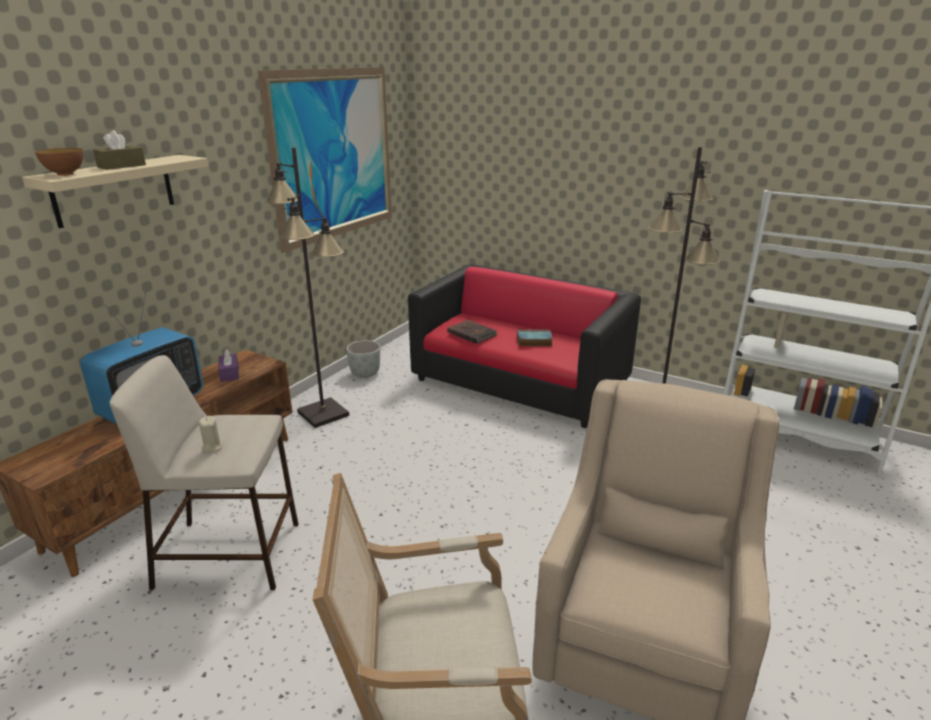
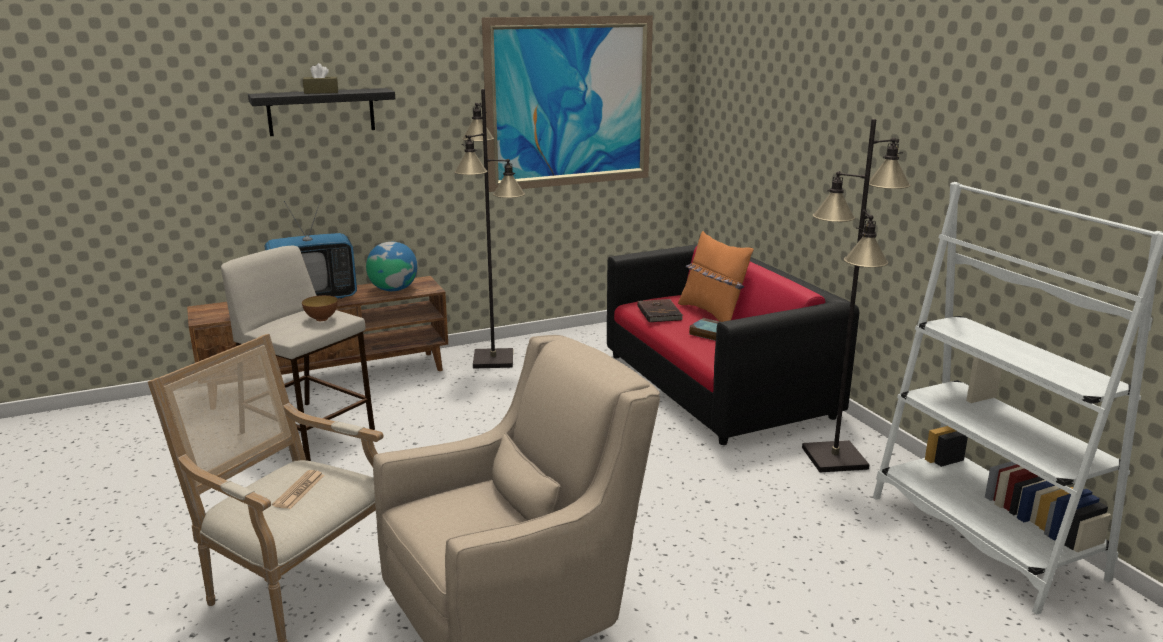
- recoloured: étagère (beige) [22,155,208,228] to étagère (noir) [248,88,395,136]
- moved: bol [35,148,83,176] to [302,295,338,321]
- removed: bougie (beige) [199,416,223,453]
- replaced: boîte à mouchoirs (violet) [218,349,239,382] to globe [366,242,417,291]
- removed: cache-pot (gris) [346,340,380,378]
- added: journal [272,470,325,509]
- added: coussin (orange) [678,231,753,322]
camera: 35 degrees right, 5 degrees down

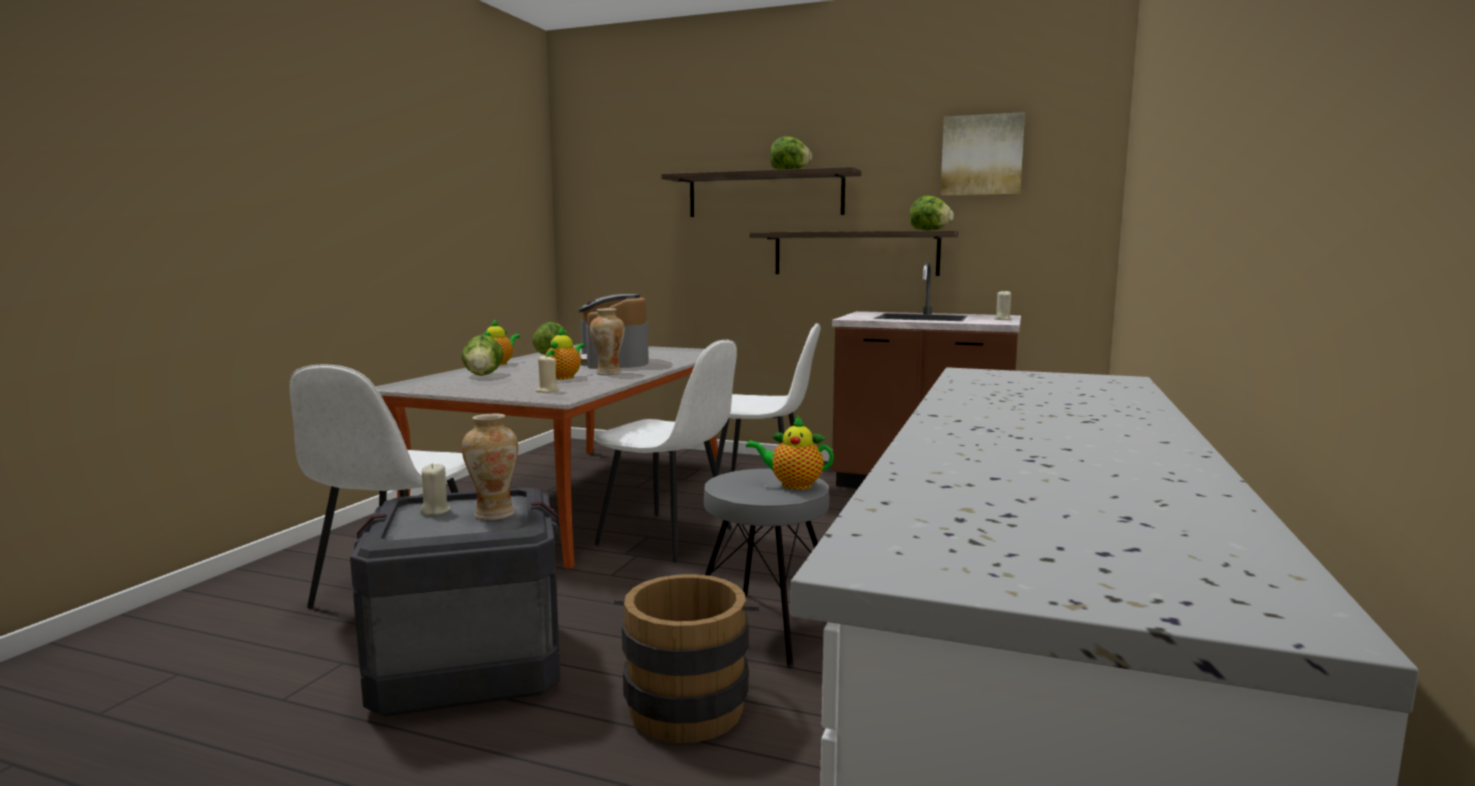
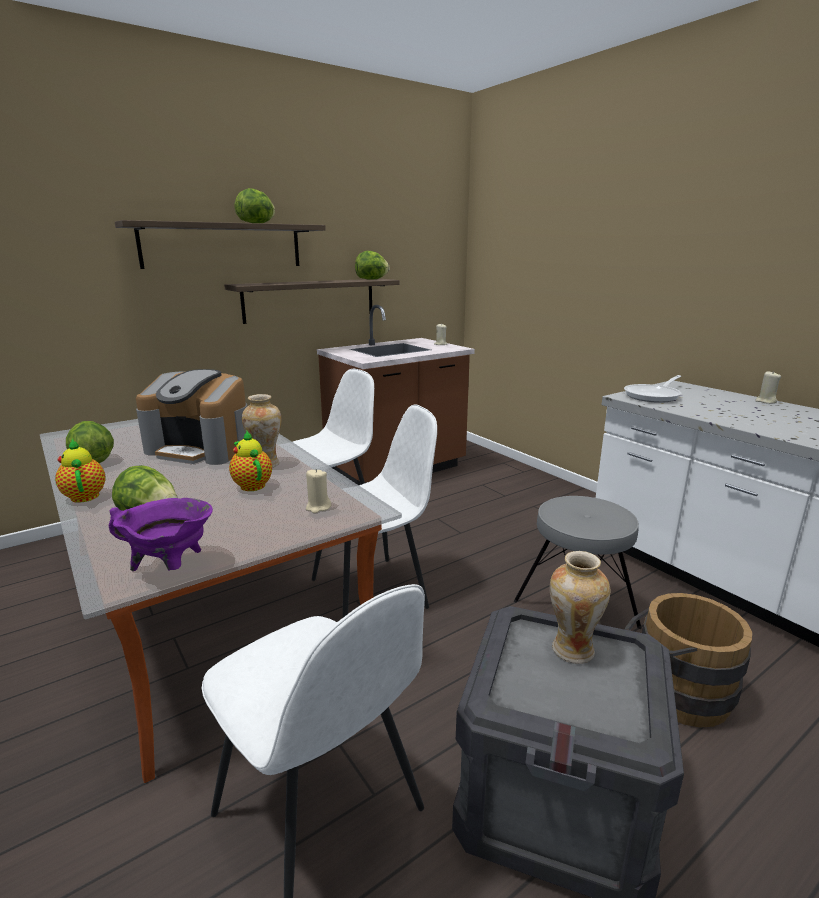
- moved: bougie (beige) [420,463,451,515] to [755,371,781,404]
- removed: théière [746,415,834,490]
- removed: tableau [940,112,1025,196]
- added: marmite (violet) [109,498,213,571]
- added: poêle [624,375,681,403]
camera: 55 degrees left, 10 degrees up

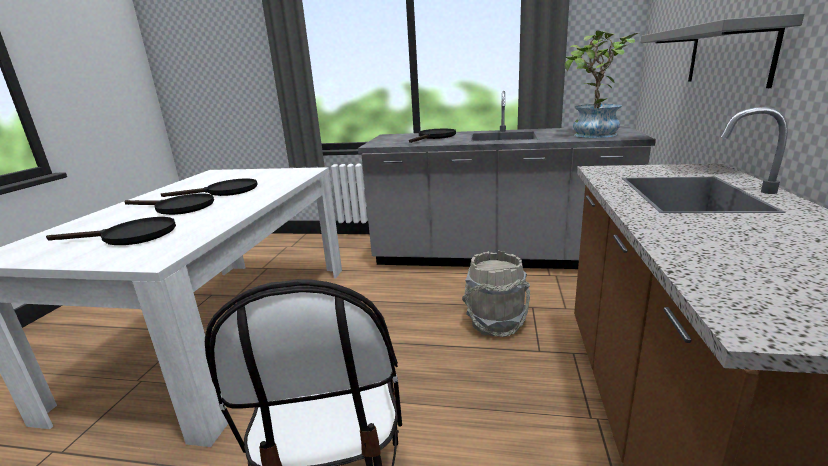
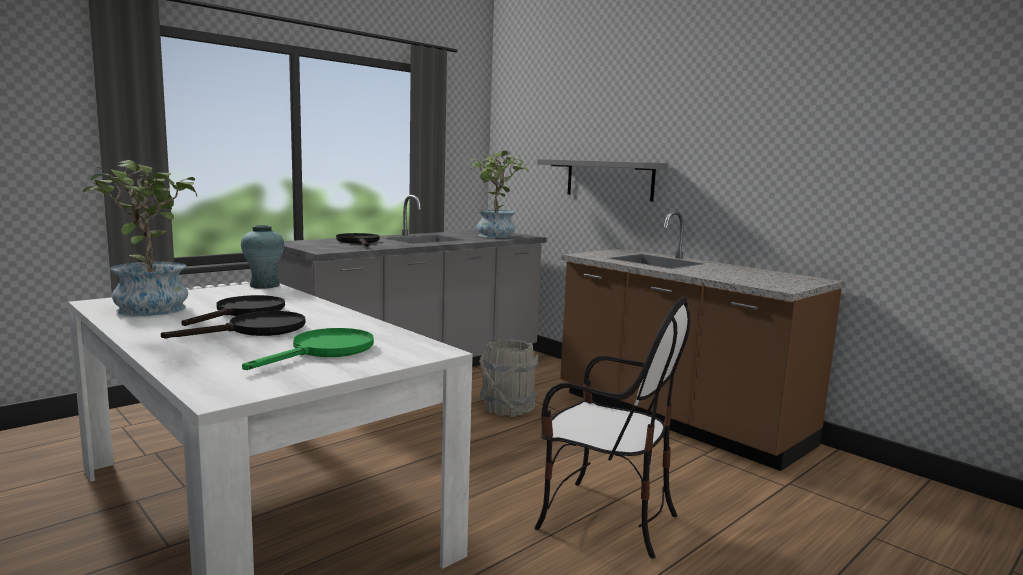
- recoloured: poêle (noir) [46,217,176,245] to poêle (vert) [242,328,374,370]
- added: plante en pot [82,160,197,316]
- added: vase (turquoise) [241,225,284,288]
camera: 55 degrees left, 10 degrees down

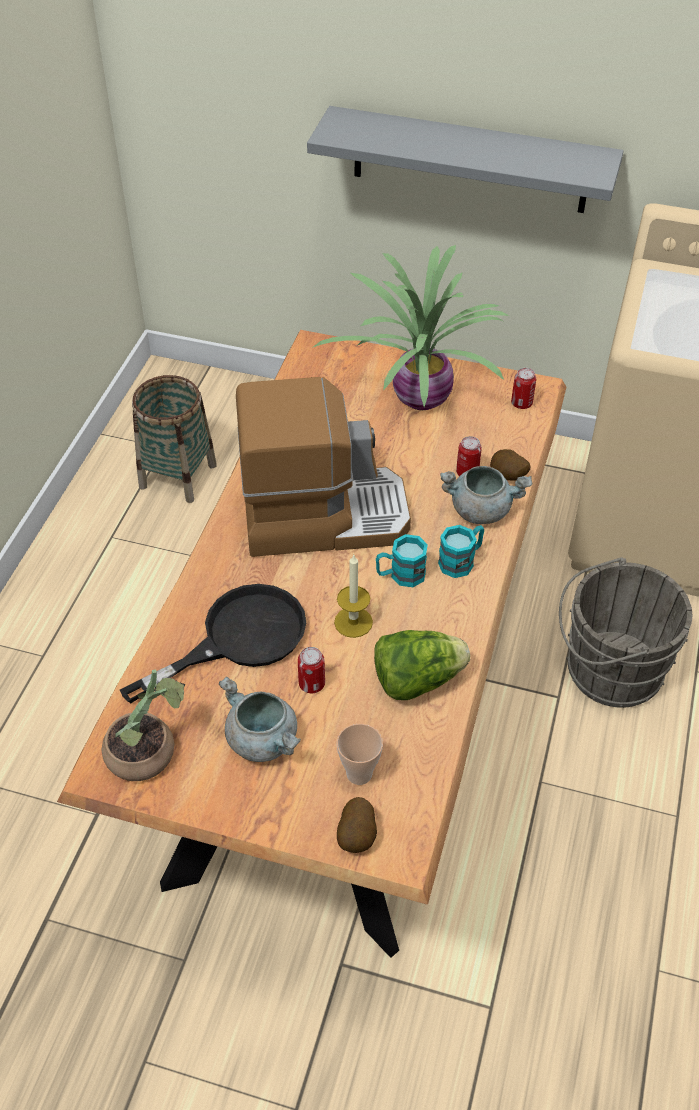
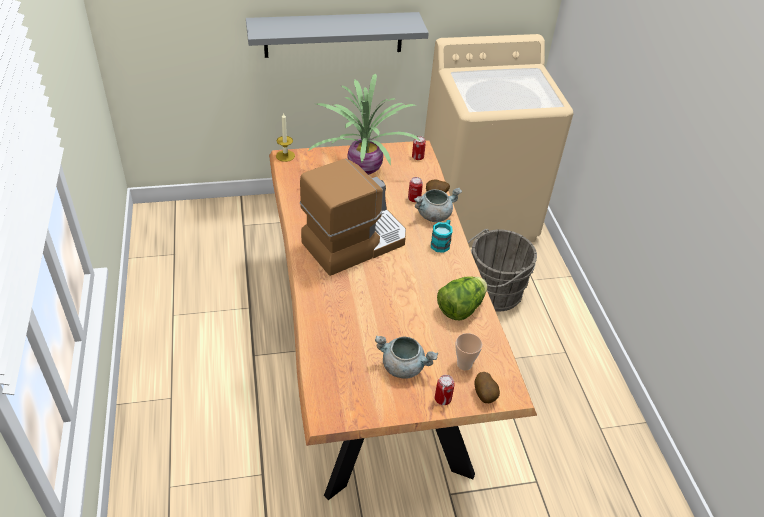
- removed: plante en pot [102,669,185,781]
- removed: poêle (noir) [120,584,306,703]
- removed: panier [132,375,217,503]
- moved: boîte métallique [298,647,325,693] to [435,375,455,405]
- moved: bougie [334,555,373,638] to [276,112,295,162]
- removed: mug (turquoise) [376,534,428,587]
camera: 30 degrees left, 5 degrees down

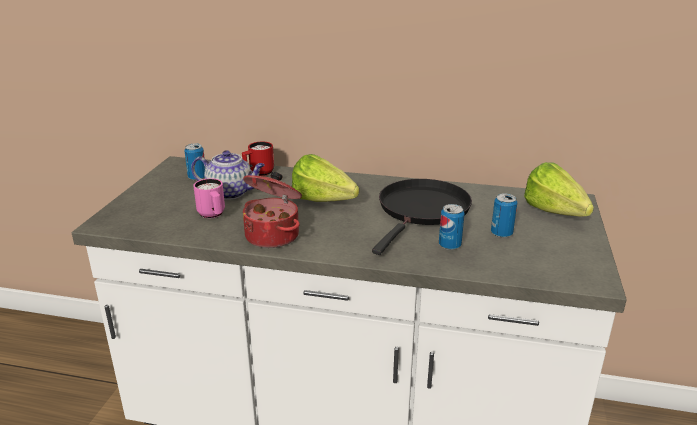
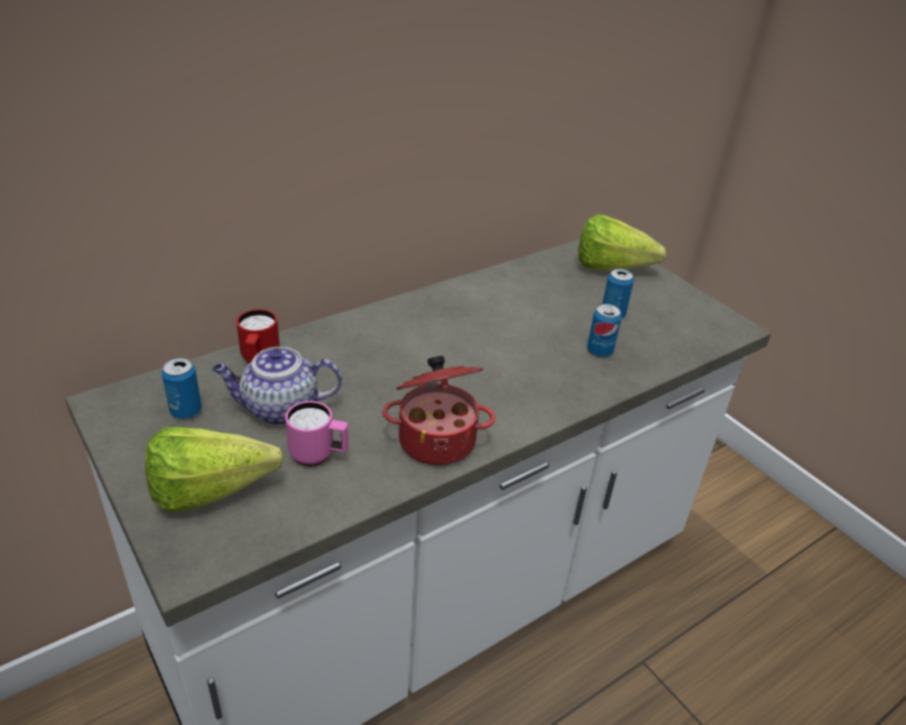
- turned: théière [191,150,265,200] = [212,347,342,425] 150 degrees counterclockwise
- moved: laitue [292,154,359,202] to [145,427,283,511]
- removed: poêle (noir) [372,179,472,255]
camera: 50 degrees left, 10 degrees up

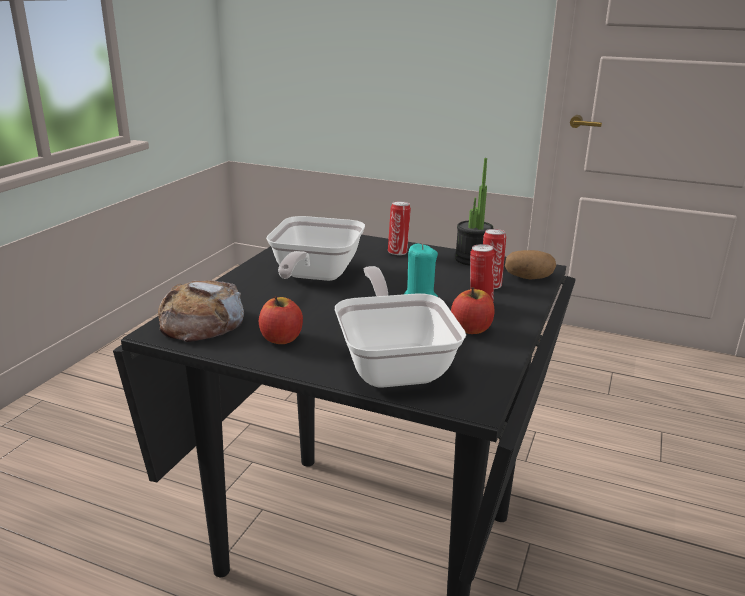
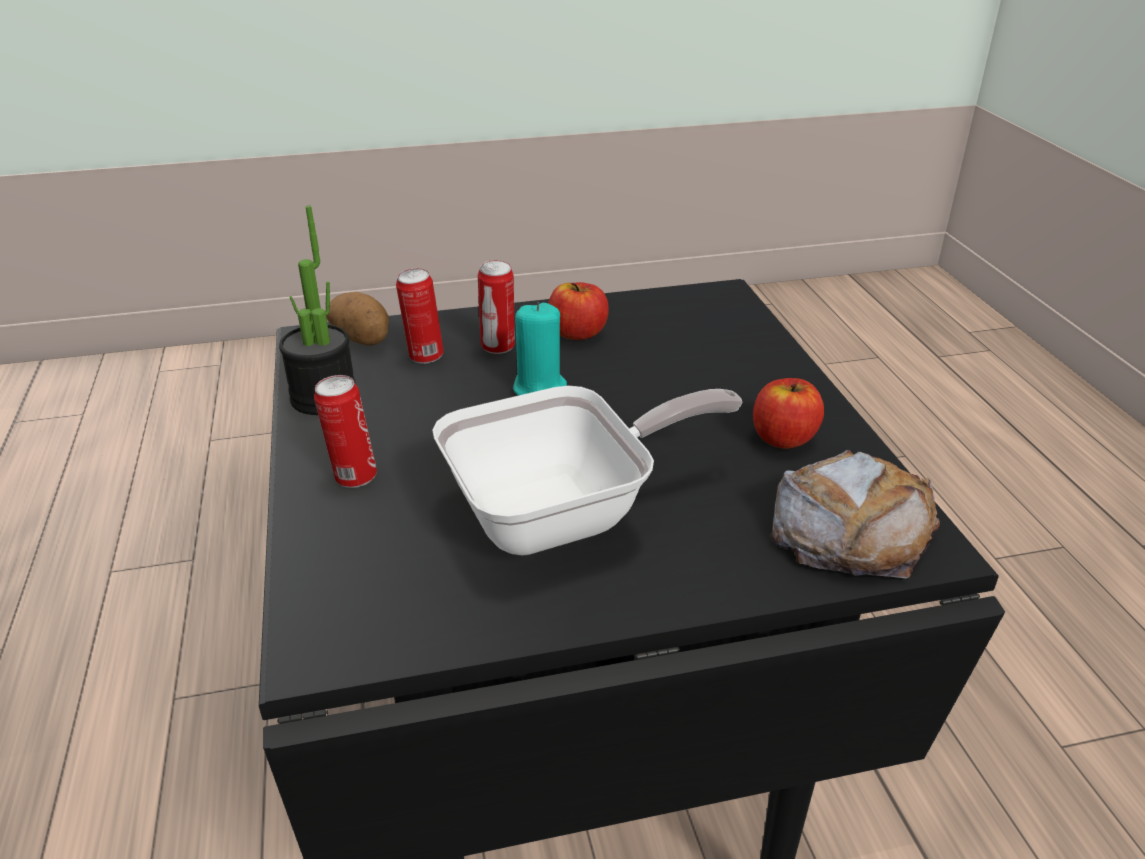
- removed: poêle [335,266,466,388]
camera: 125 degrees left, 10 degrees up

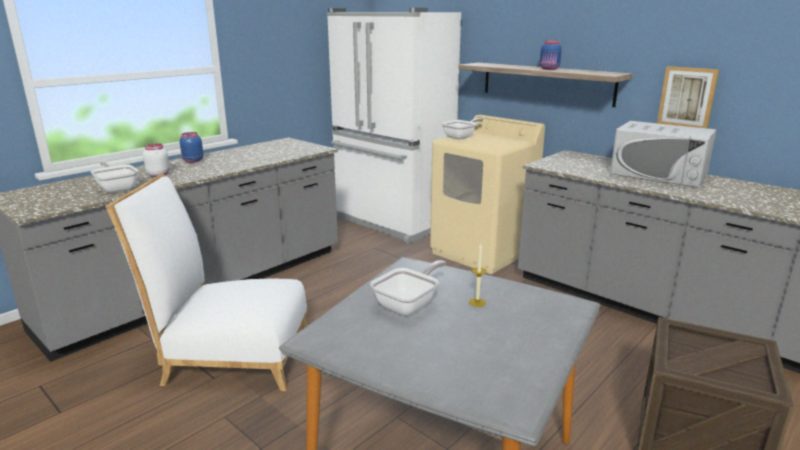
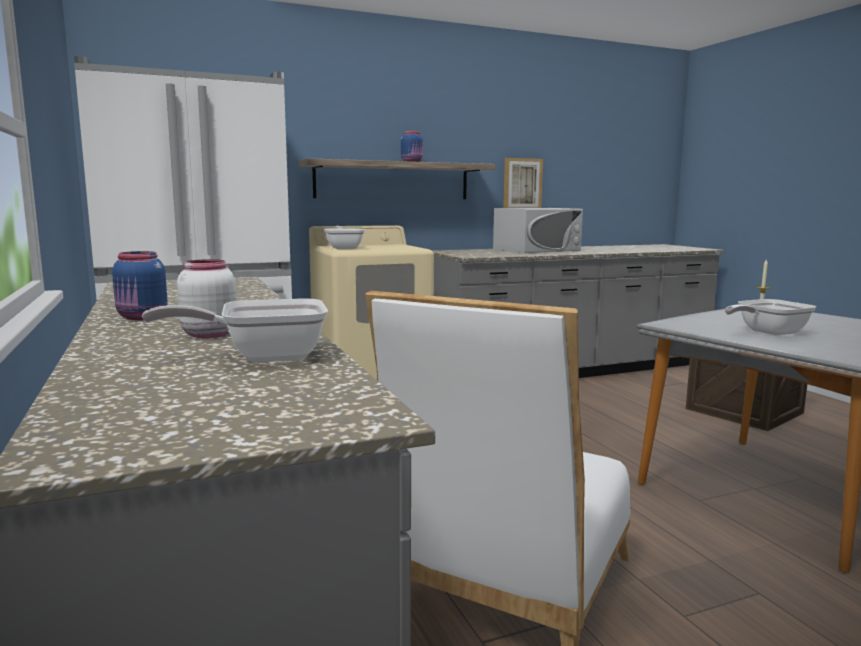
- turned: poêle [370,260,446,316] = [725,299,816,335] 90 degrees counterclockwise
camera: 65 degrees left, 10 degrees down

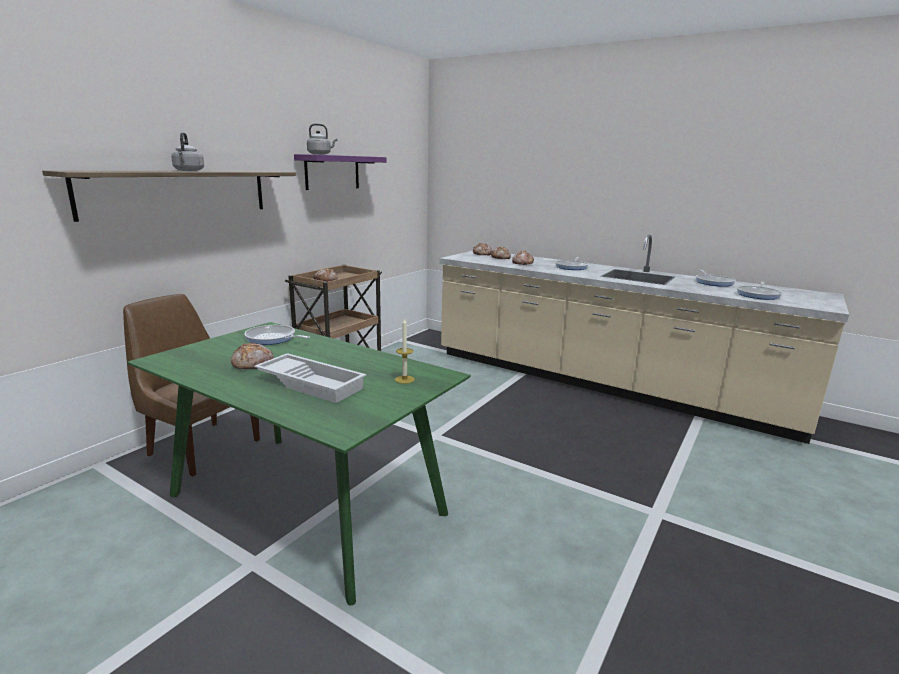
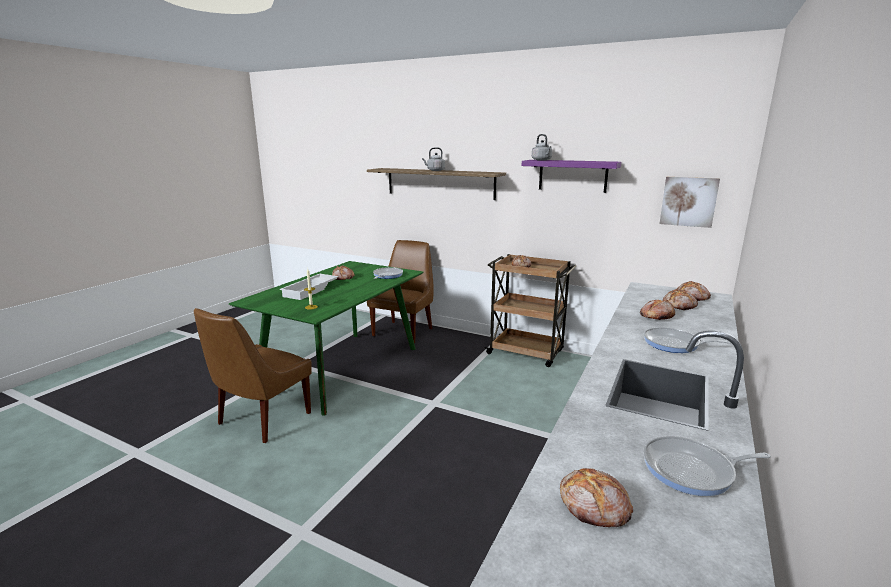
- replaced: poêle [737,282,782,300] to pain [560,468,633,527]
- added: chaise (marron) [194,308,312,443]
- added: tableau [660,177,720,228]
camera: 85 degrees right, 0 degrees up

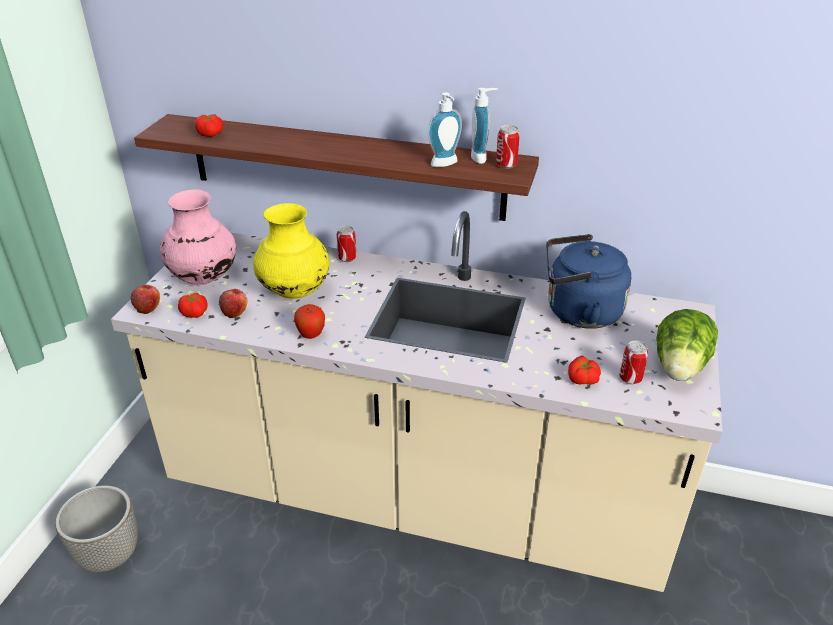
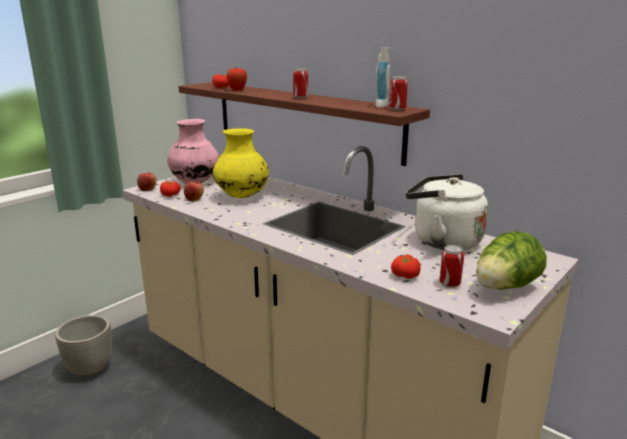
- moved: pomme [294,304,325,339] to [227,68,247,91]
- moved: boîte métallique [337,226,356,262] to [293,68,308,99]
- removed: distributeur de savon [428,92,462,167]
- recoloured: bouilloire (bleu) [546,234,632,329] to bouilloire (blanc) [406,174,488,250]
camera: 25 degrees right, 15 degrees down

